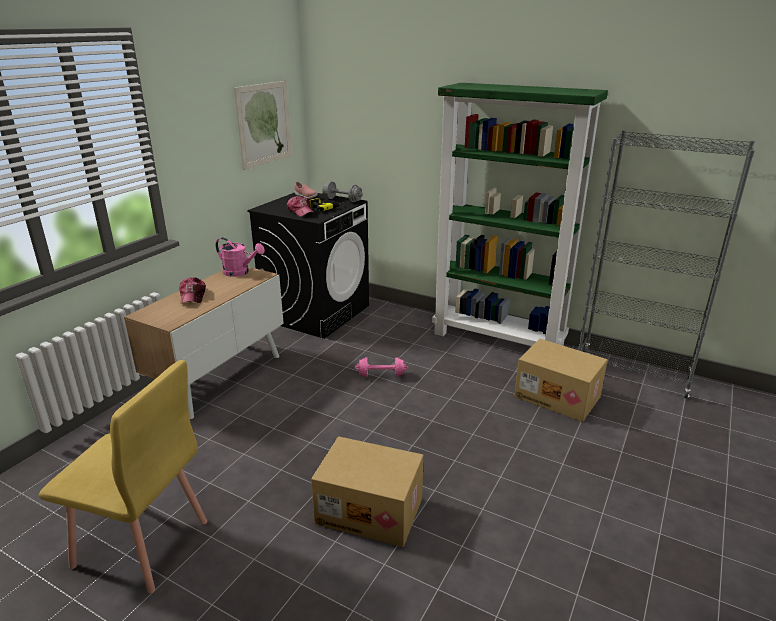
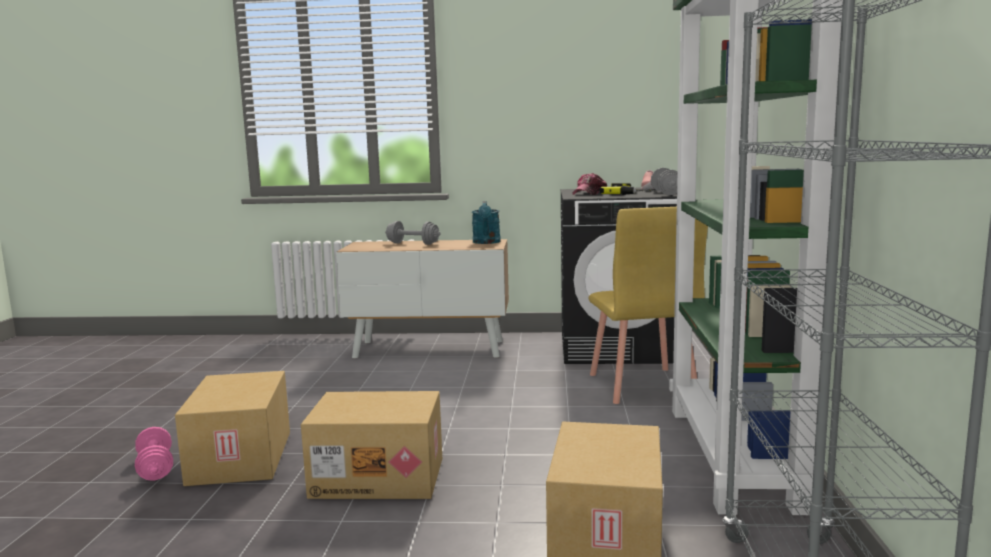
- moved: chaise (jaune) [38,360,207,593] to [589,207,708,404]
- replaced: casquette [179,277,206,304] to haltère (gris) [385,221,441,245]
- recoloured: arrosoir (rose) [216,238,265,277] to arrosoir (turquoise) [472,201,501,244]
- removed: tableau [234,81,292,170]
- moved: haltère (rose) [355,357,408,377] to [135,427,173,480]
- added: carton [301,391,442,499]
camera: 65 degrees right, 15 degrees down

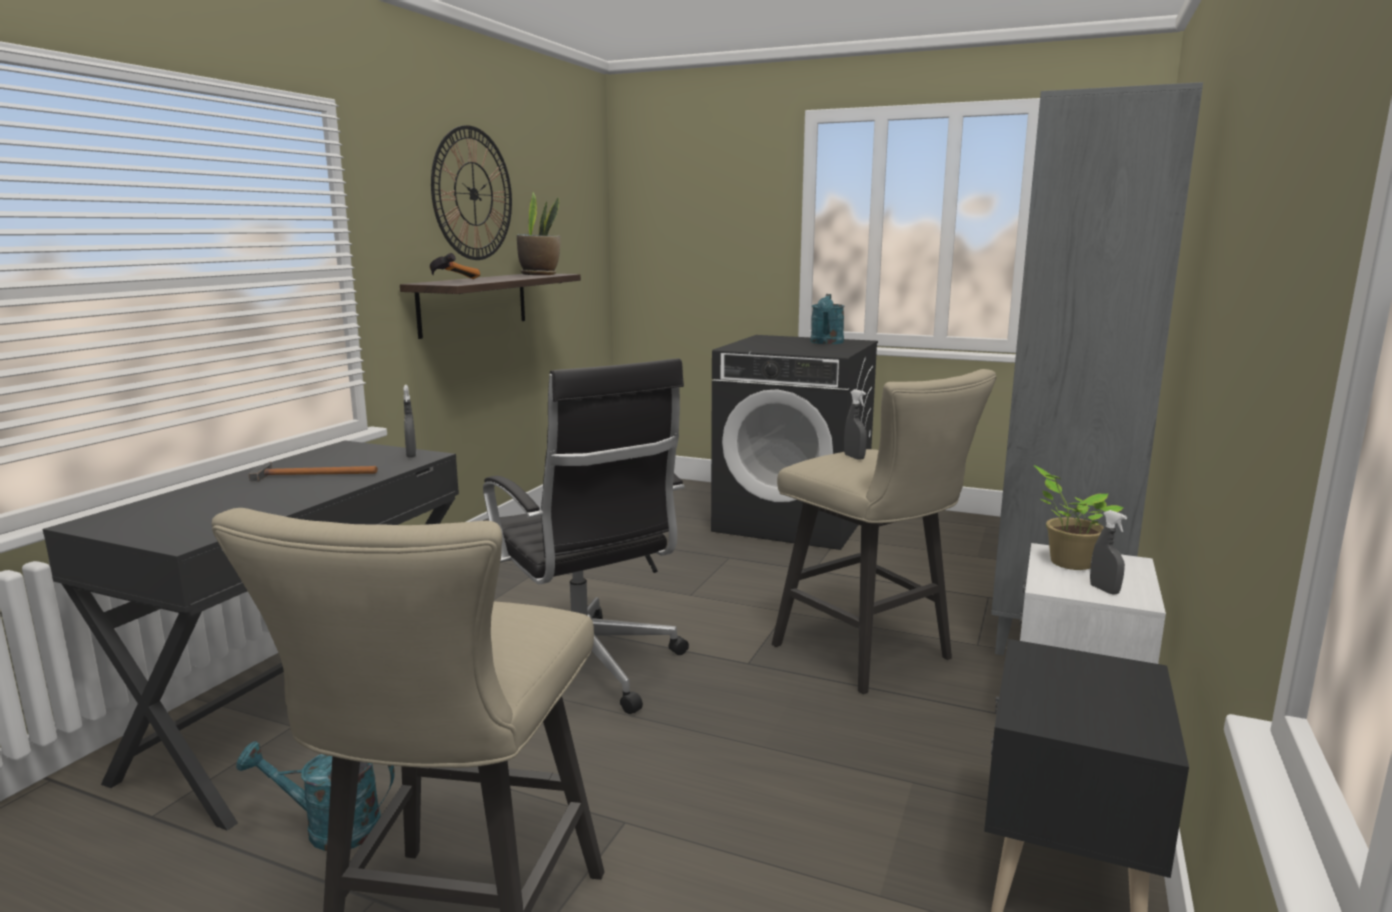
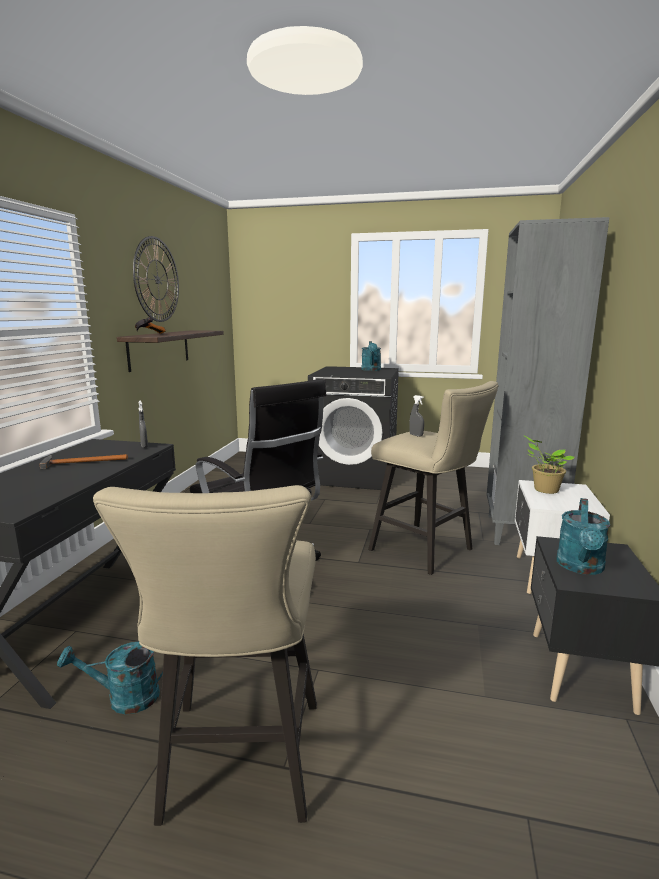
- removed: plante en pot [517,192,560,275]
- removed: vaporisateur (gris) [1090,510,1127,595]
- added: arrosoir (turquoise) [556,498,610,575]
camera: 10 degrees left, 0 degrees up

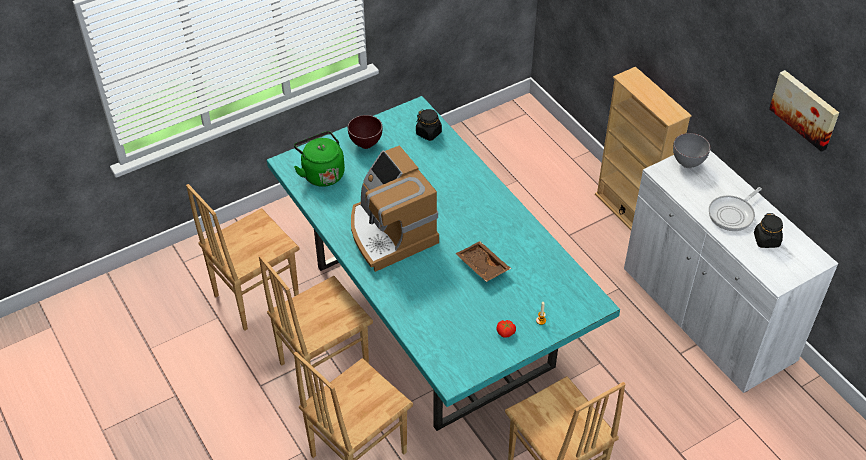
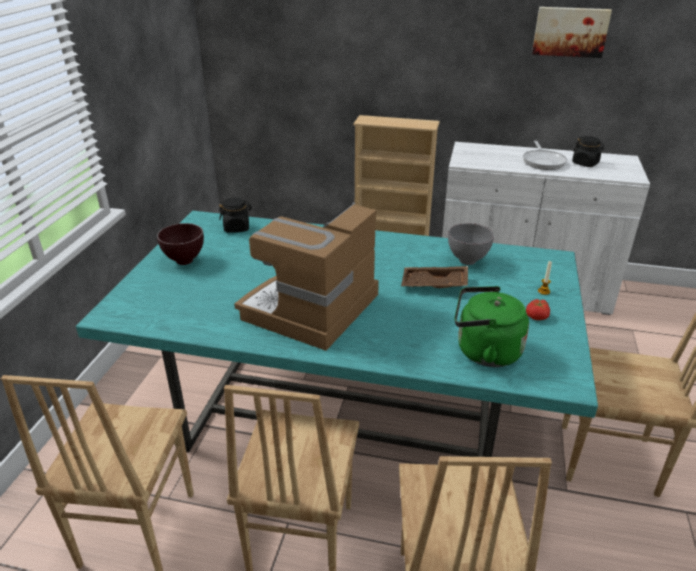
- moved: bouilloire (vert) [294,131,345,187] to [455,286,529,367]
- turned: machine à café [351,145,439,272] = [234,202,379,351] 105 degrees clockwise
- moved: bol (gris) [673,133,710,168] to [448,223,494,265]
camera: 45 degrees left, 15 degrees down

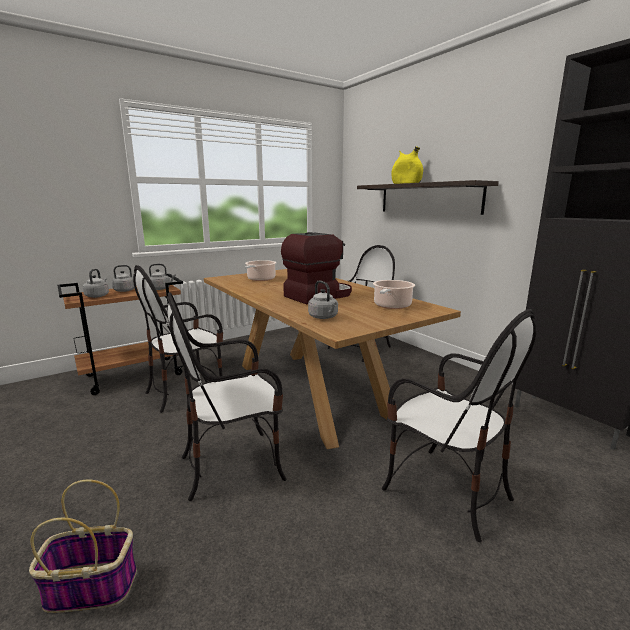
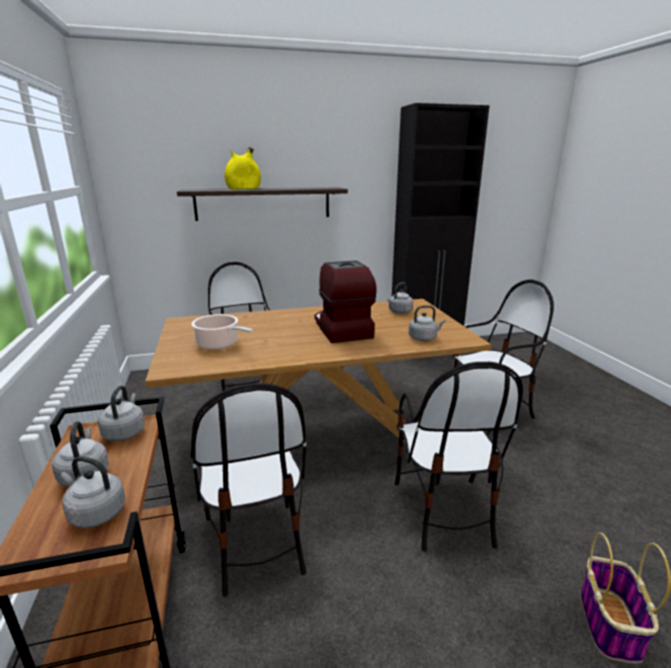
- replaced: marmite [373,280,415,309] to bouilloire (gris) [387,282,413,314]
camera: 70 degrees left, 5 degrees up

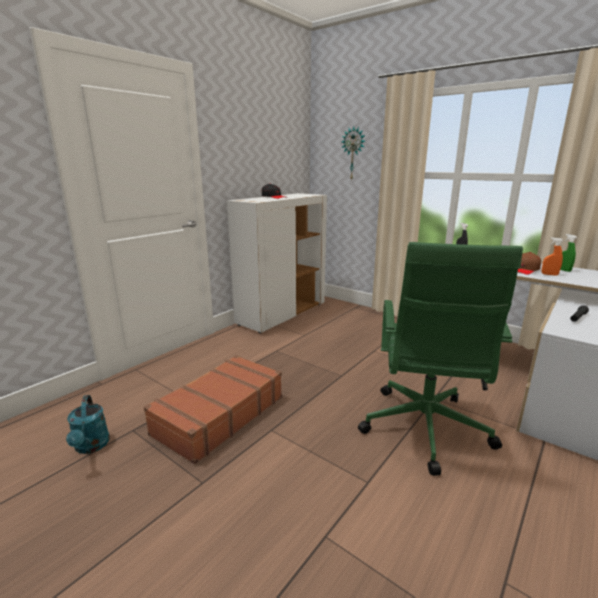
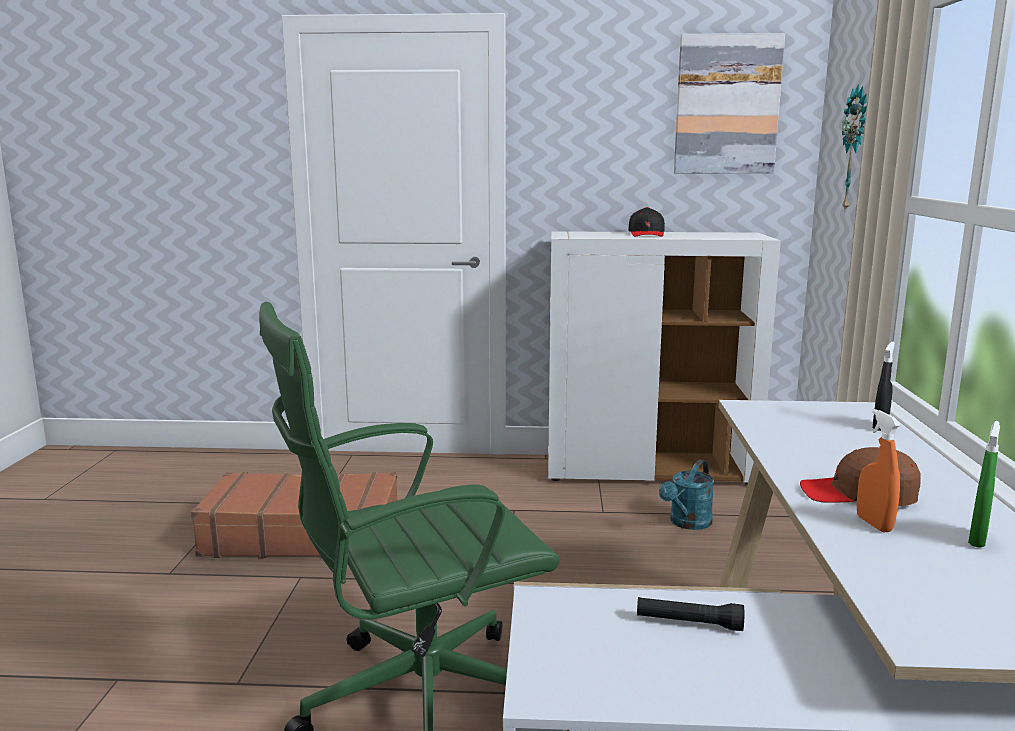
- moved: arrosoir (turquoise) [66,395,110,454] to [659,460,714,530]
- added: tableau [674,33,785,174]
camera: 55 degrees right, 5 degrees down

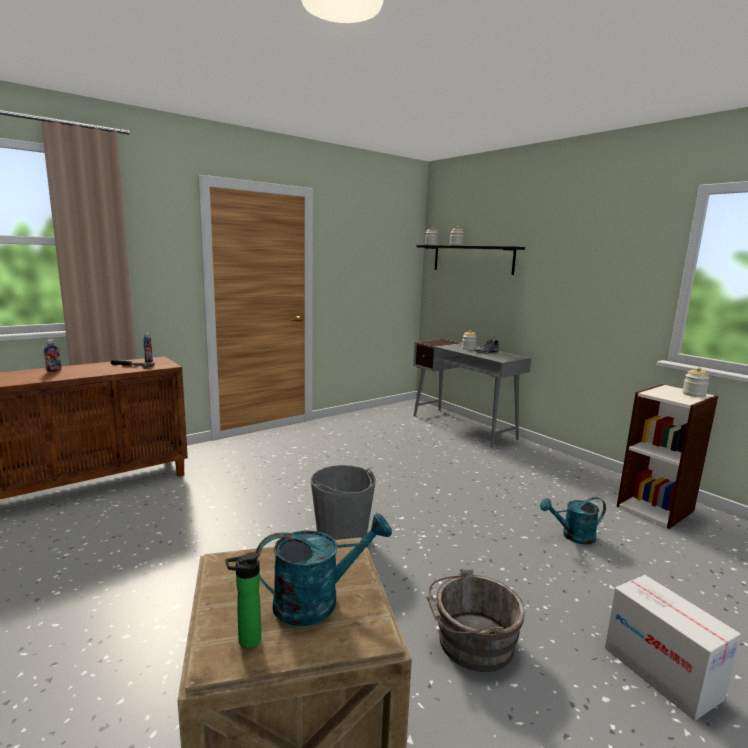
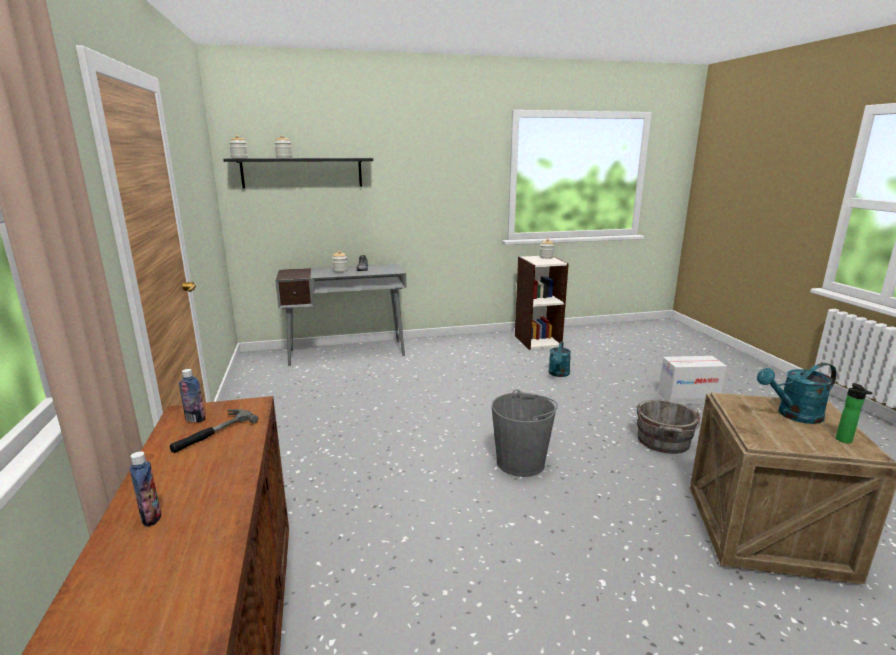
- turned: arrosoir (turquoise) [256,513,392,626] = [757,363,837,424] 105 degrees counterclockwise
camera: 65 degrees left, 5 degrees up

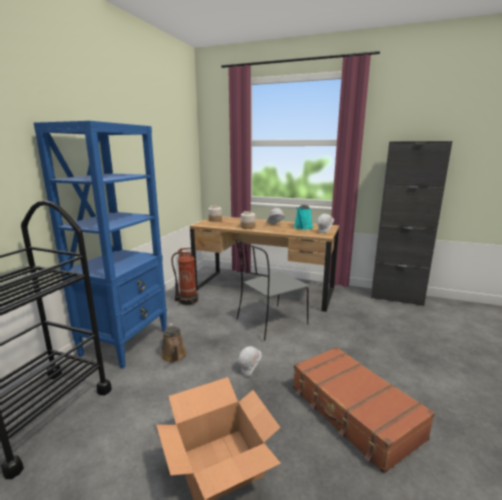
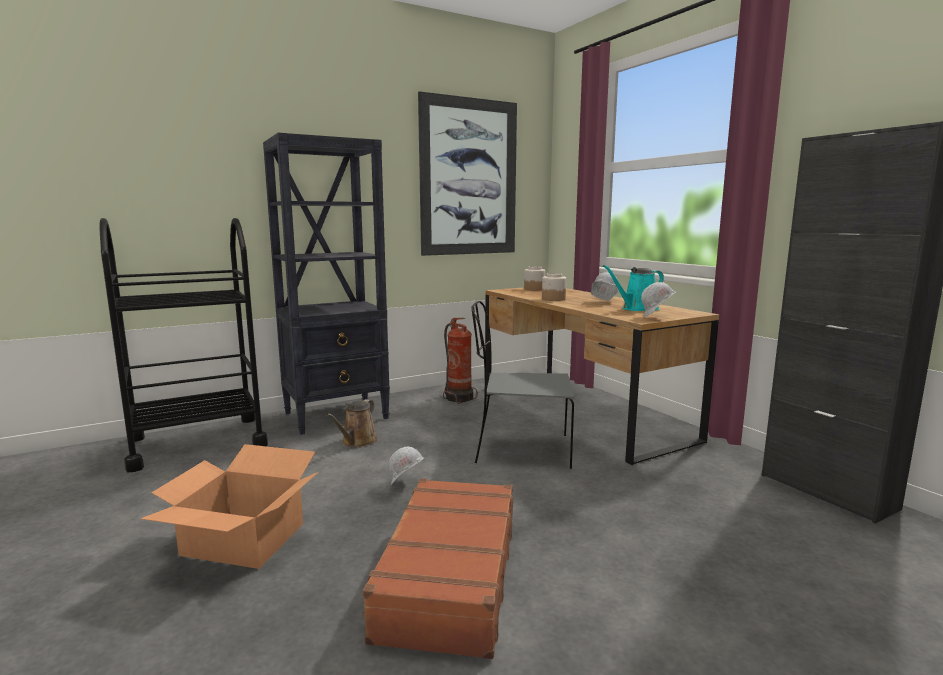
- recoloured: bibliothèque (bleu) [34,121,167,369] to bibliothèque (noir) [263,133,390,435]
- added: tableau [418,91,517,256]
camera: 40 degrees right, 5 degrees down

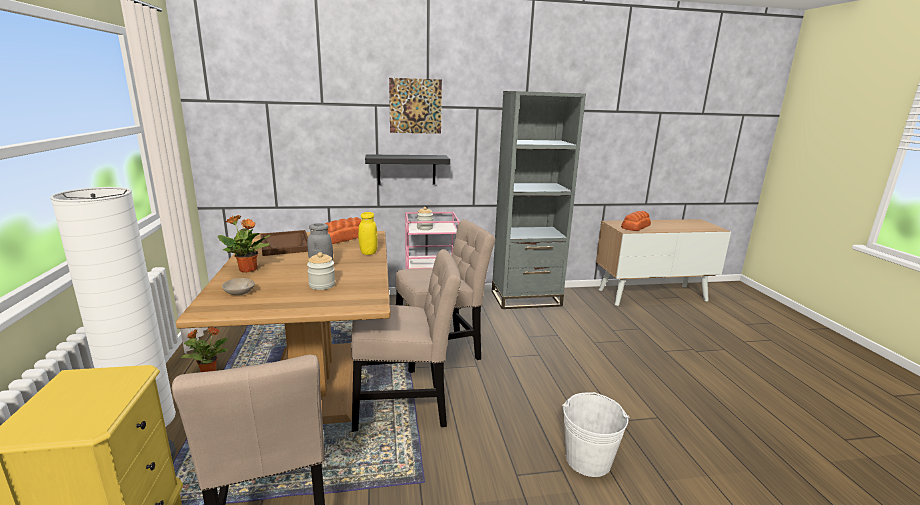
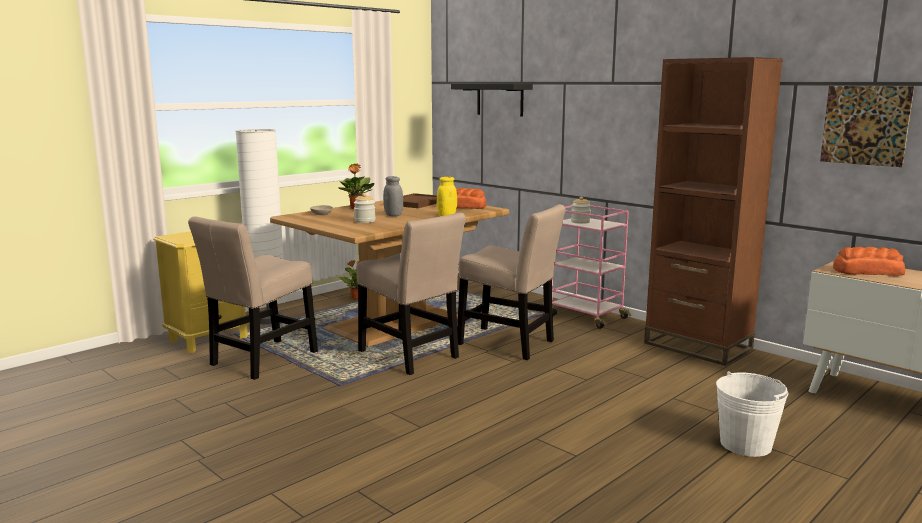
- moved: étagère (noir) [365,154,450,185] to [451,84,533,117]
- moved: tableau [389,78,442,134] to [820,86,914,167]
- recoloured: bibliothèque (gris) [492,91,586,309] to bibliothèque (marron) [644,57,783,366]
- moved: seau (blanc) [563,392,629,477] to [716,371,789,457]
camera: 55 degrees right, 5 degrees down

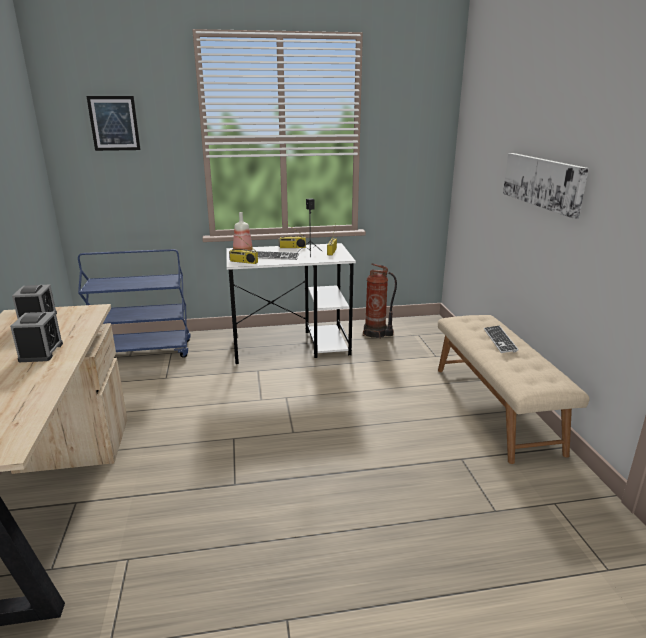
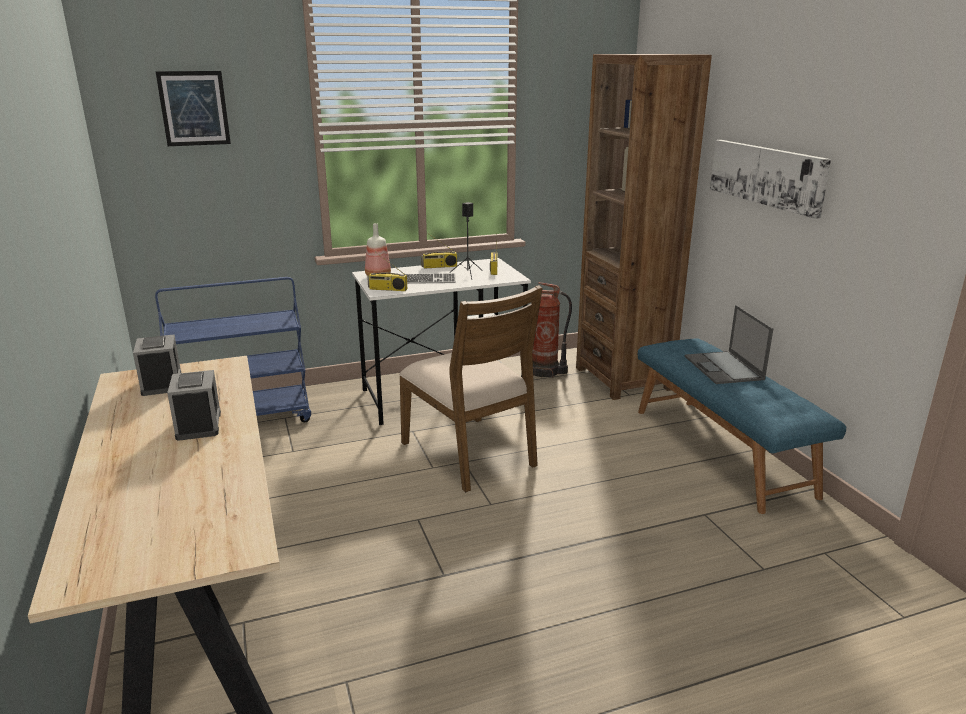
- recoloured: banc (beige) [438,315,590,464] to banc (bleu) [638,338,846,514]
- replaced: clavier [484,325,519,353] to ordinateur portable [685,305,774,384]
- added: chaise (marron) [399,285,543,492]
- added: bibliothèque (marron) [576,54,712,400]
camera: 10 degrees left, 0 degrees up

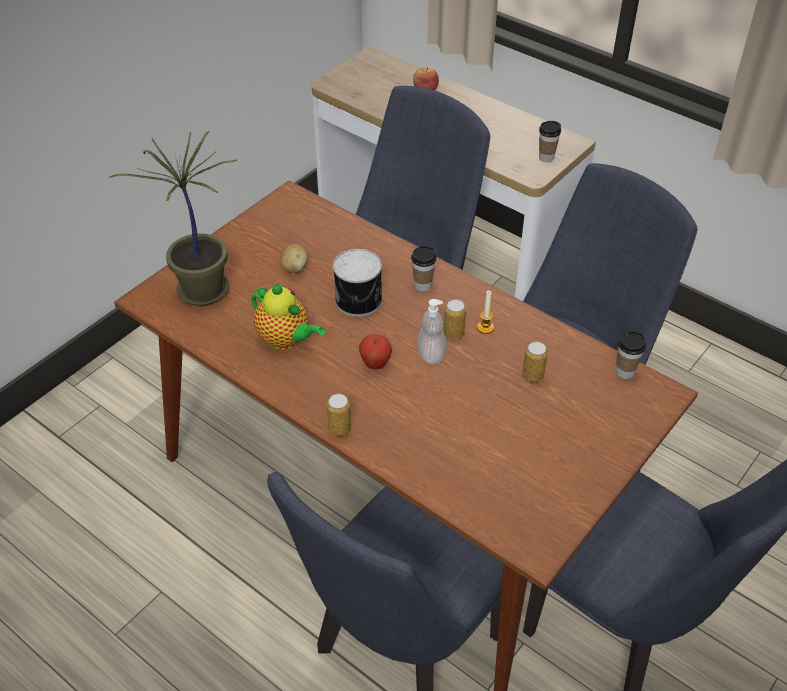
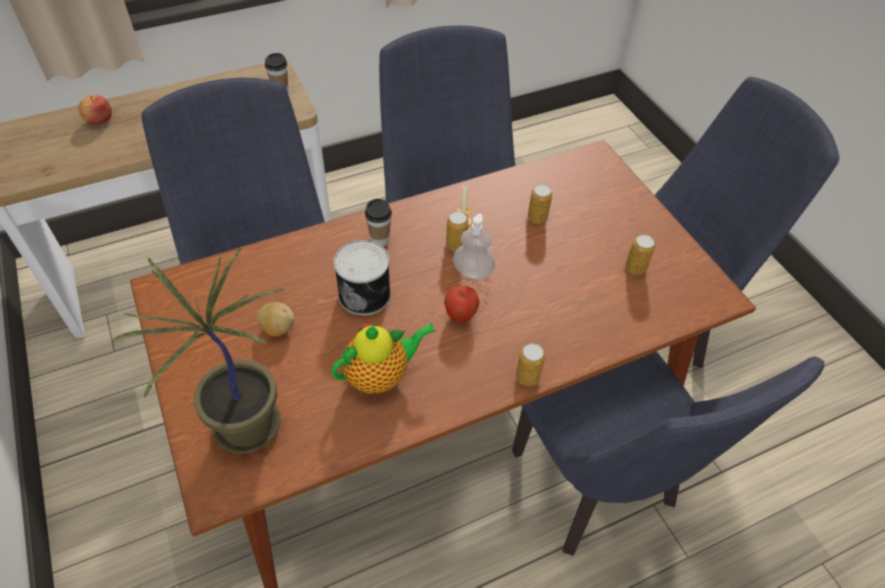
- removed: tasse [616,331,646,379]
- added: boîte métallique [625,235,655,275]
camera: 65 degrees left, 5 degrees up

